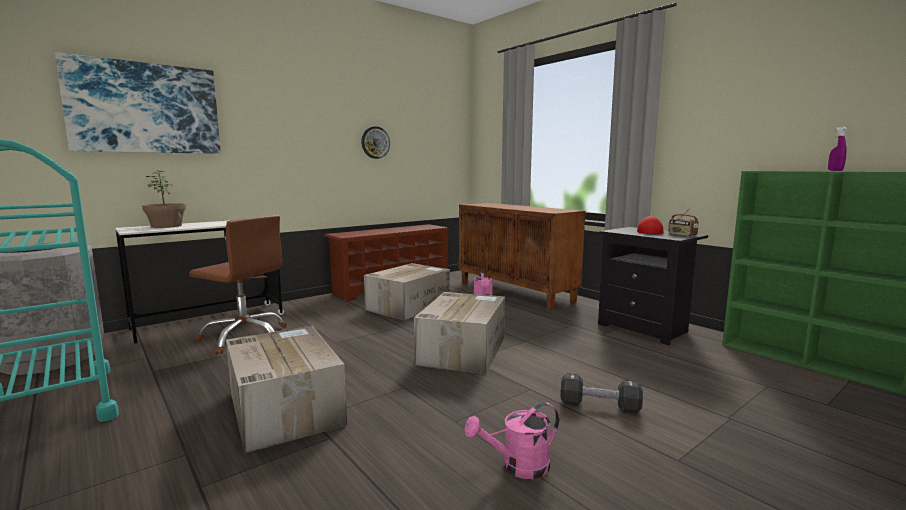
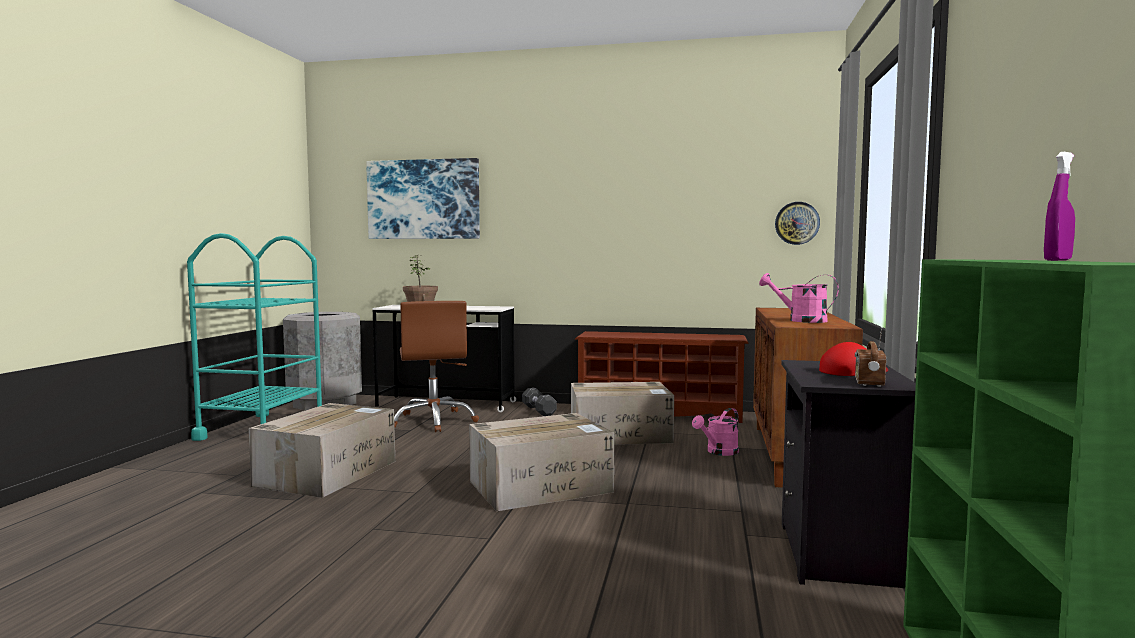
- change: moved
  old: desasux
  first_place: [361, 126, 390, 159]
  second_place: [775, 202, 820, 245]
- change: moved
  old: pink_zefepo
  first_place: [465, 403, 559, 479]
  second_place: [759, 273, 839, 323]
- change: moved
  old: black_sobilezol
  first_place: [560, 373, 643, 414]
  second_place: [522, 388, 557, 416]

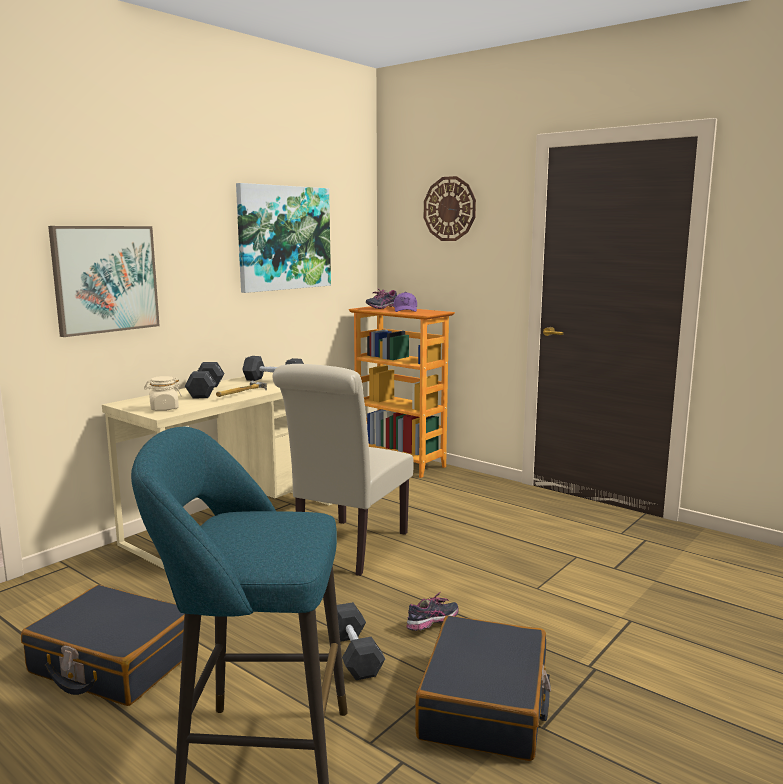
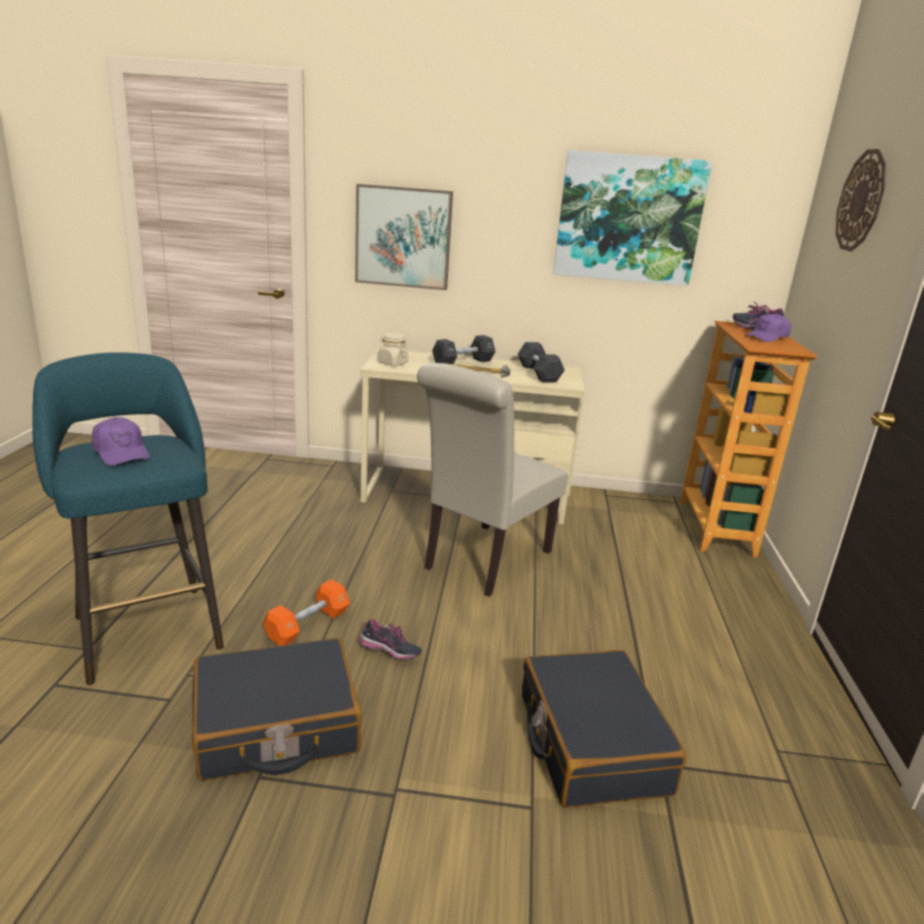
- change: added
  new: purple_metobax
  second_place: [92, 417, 150, 466]
- change: moved
  old: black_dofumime
  first_place: [21, 585, 185, 706]
  second_place: [522, 650, 687, 808]
- change: recoloured
  old: black_sobilezol
  new: orange_sobilezol
  first_place: [337, 602, 385, 680]
  second_place: [263, 579, 350, 646]
- change: turned
  old: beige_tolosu
  first_place: [273, 364, 414, 576]
  second_place: [417, 363, 568, 597]
  degrees: -45

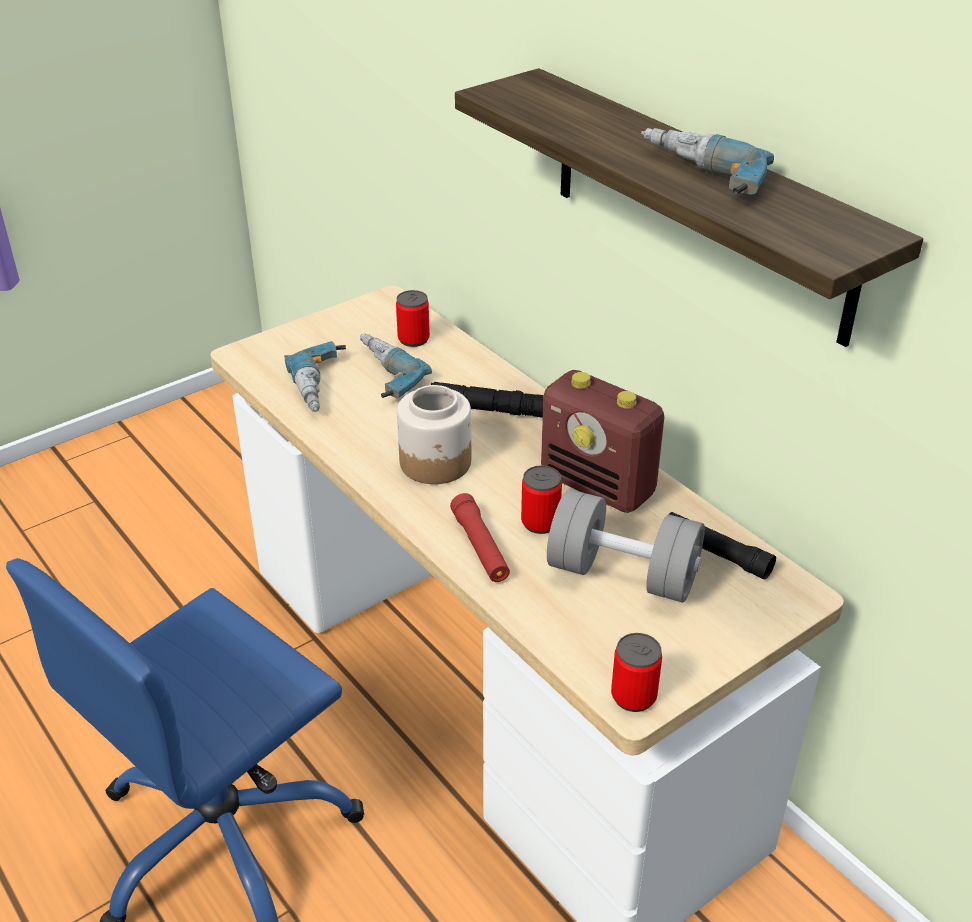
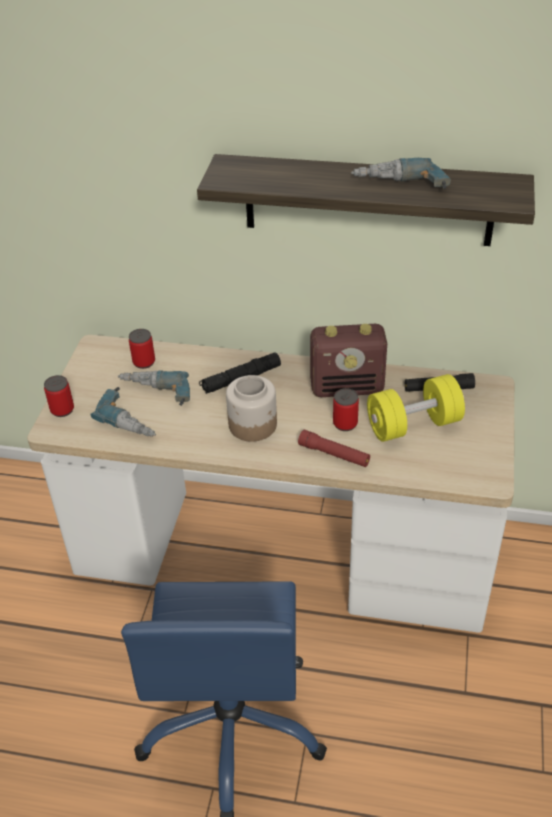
- change: moved
  old: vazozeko
  first_place: [611, 633, 662, 712]
  second_place: [44, 375, 74, 417]
- change: recoloured
  old: grey_sobilezol
  new: yellow_sobilezol
  first_place: [547, 489, 705, 603]
  second_place: [367, 374, 465, 442]

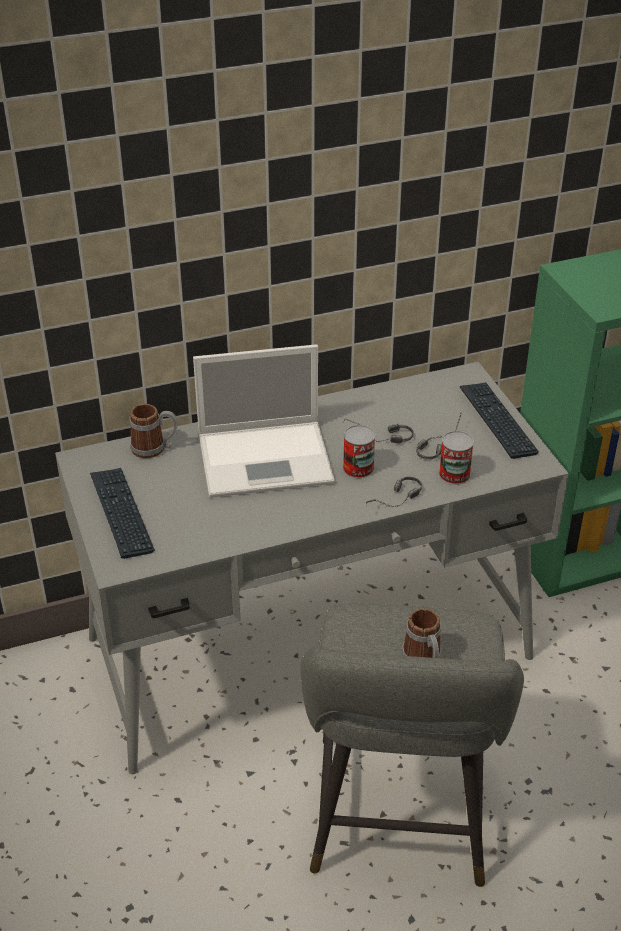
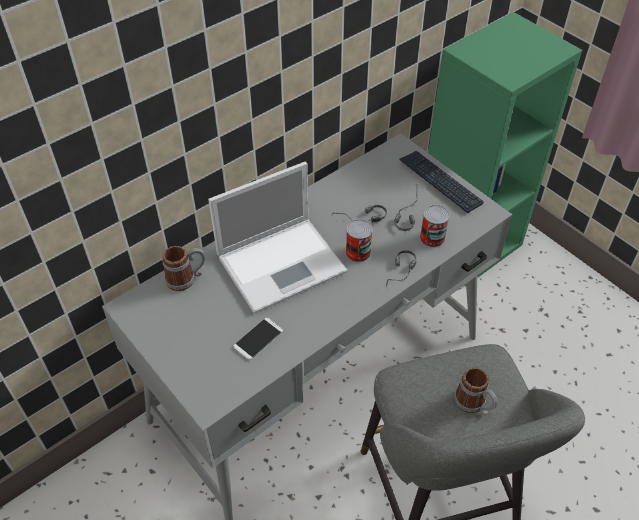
- change: removed
  old: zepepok
  first_place: [90, 468, 155, 559]
- change: added
  new: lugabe
  second_place: [233, 318, 283, 360]

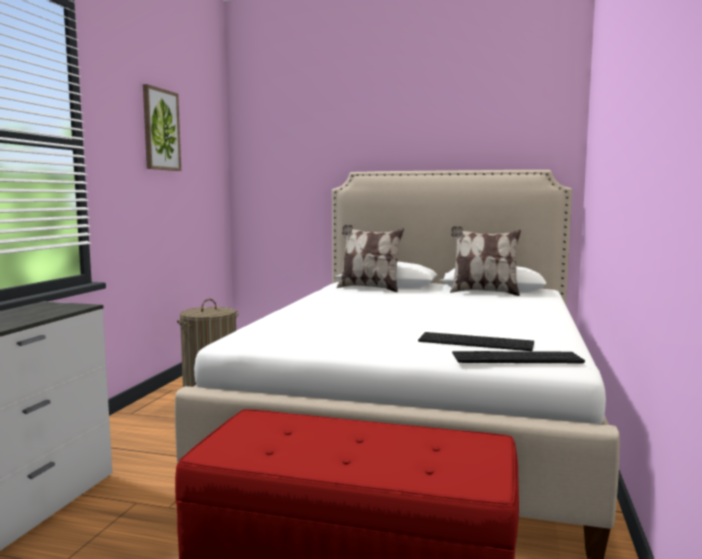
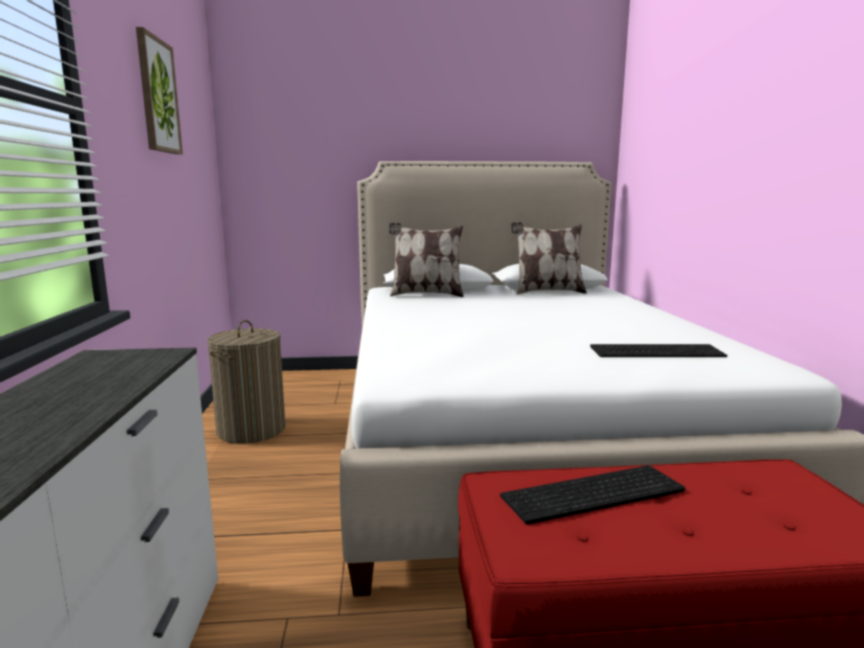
- change: moved
  old: zepepok
  first_place: [452, 351, 585, 363]
  second_place: [500, 465, 685, 525]

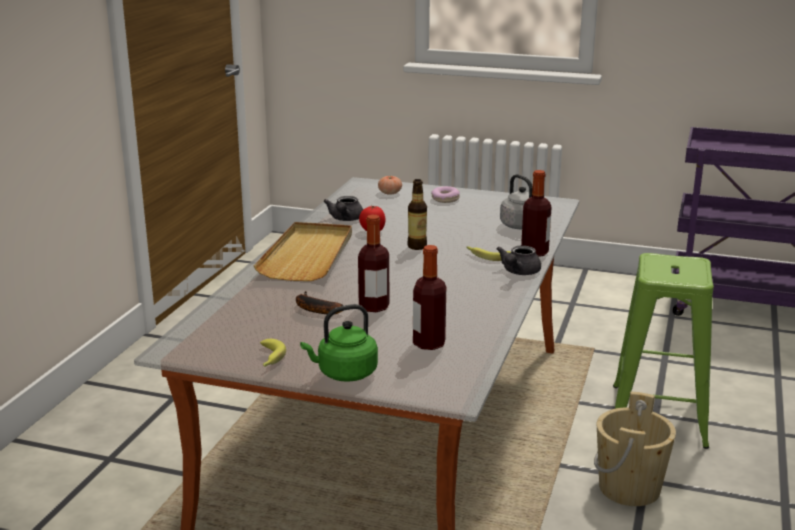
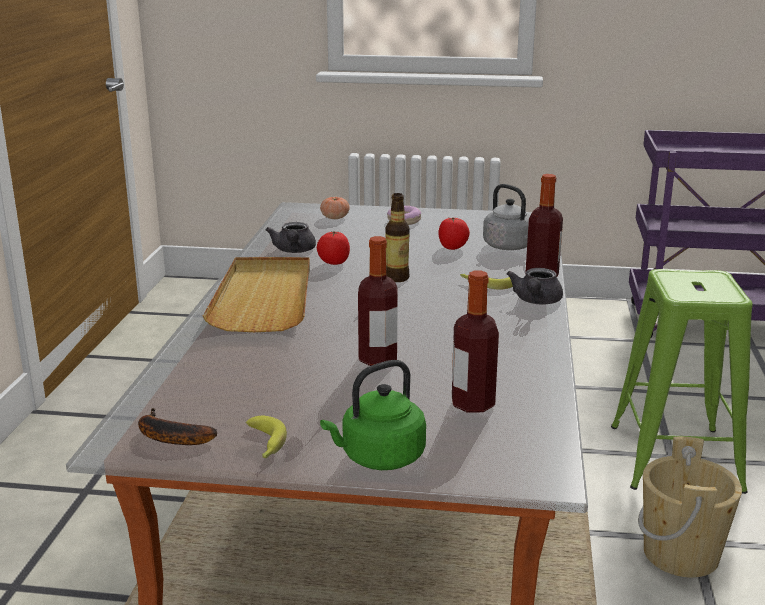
- change: added
  new: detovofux
  second_place: [438, 217, 470, 250]
- change: moved
  old: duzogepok
  first_place: [296, 291, 344, 314]
  second_place: [138, 408, 217, 445]

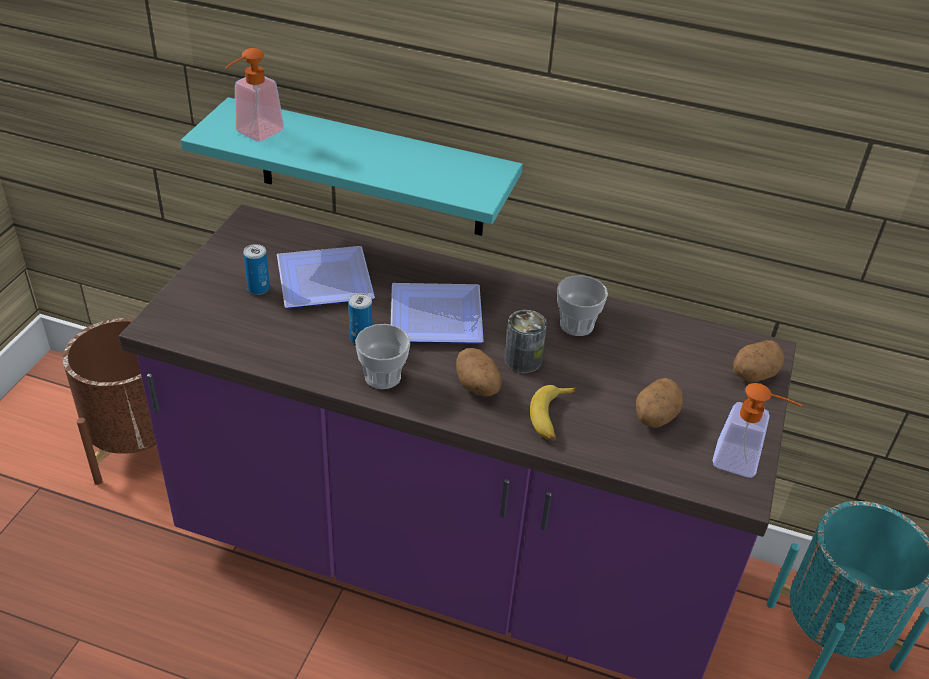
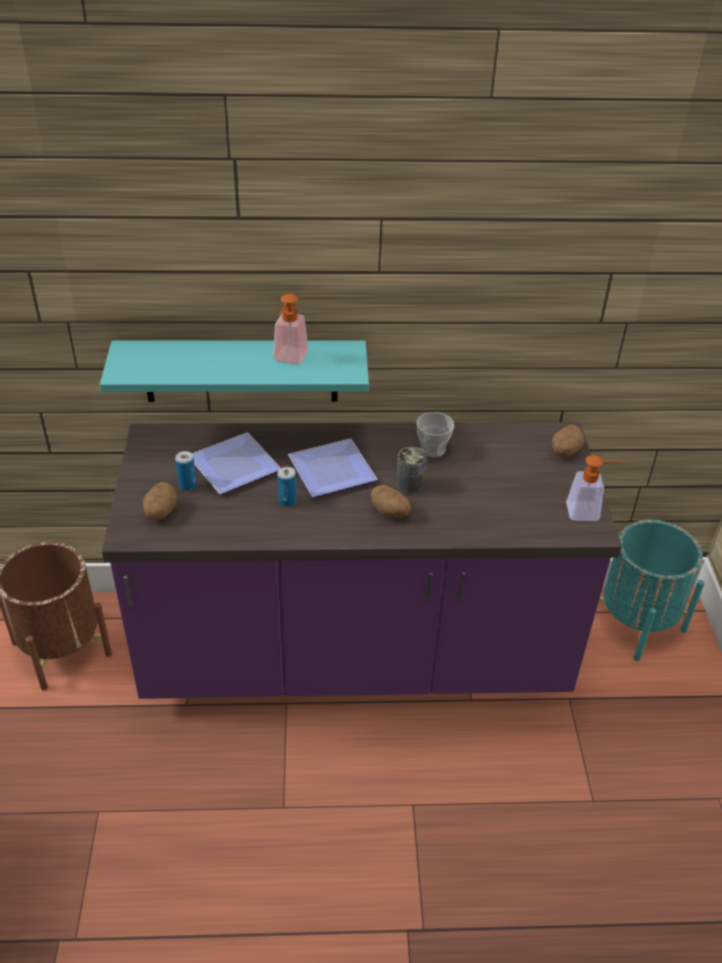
- change: removed
  old: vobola
  first_place: [355, 324, 410, 389]
- change: removed
  old: duzogepok
  first_place: [530, 385, 575, 441]
- change: moved
  old: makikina
  first_place: [225, 48, 284, 142]
  second_place: [273, 294, 308, 365]
- change: moved
  old: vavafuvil
  first_place: [636, 378, 683, 428]
  second_place: [143, 482, 177, 520]

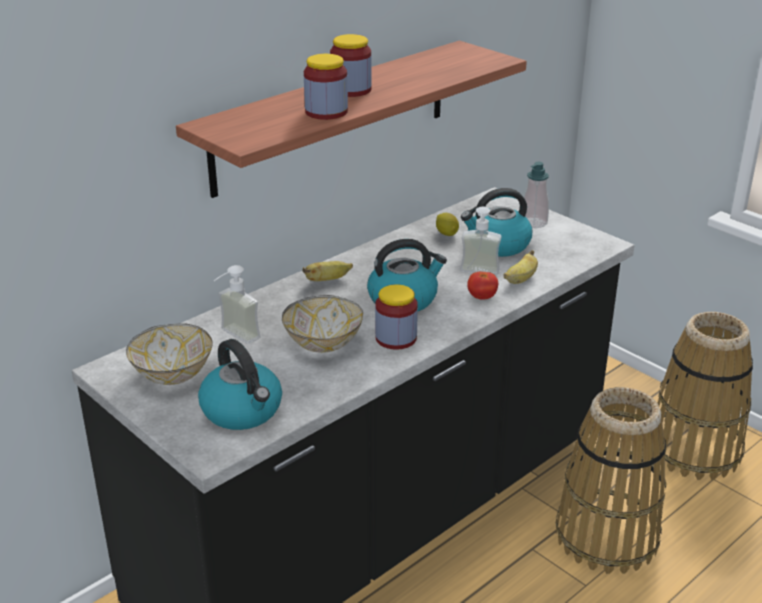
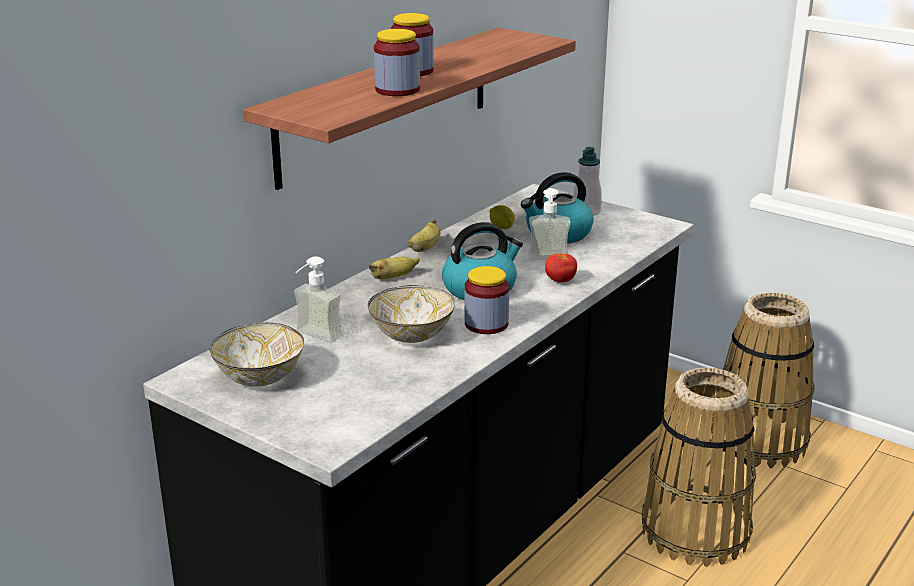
- change: removed
  old: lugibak
  first_place: [198, 339, 282, 430]
- change: moved
  old: duzogepok
  first_place: [504, 250, 538, 284]
  second_place: [407, 219, 441, 252]

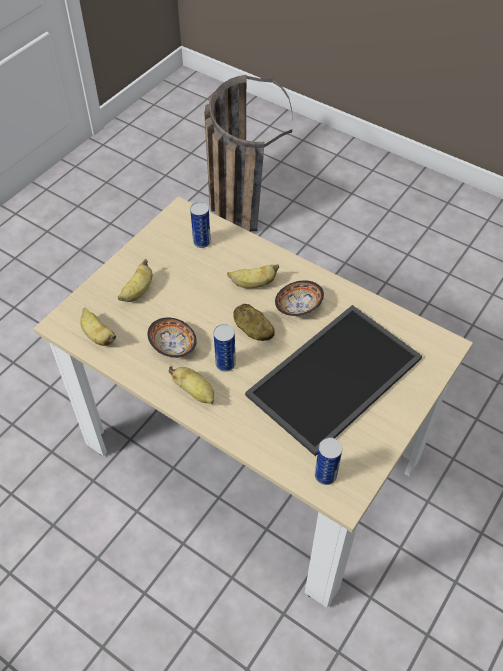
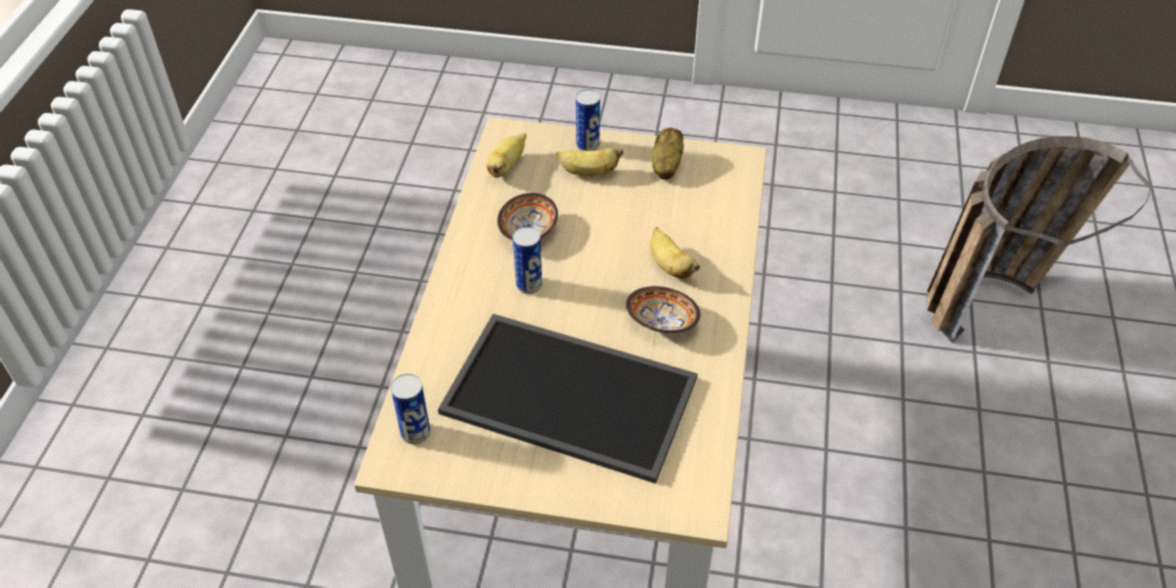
- change: removed
  old: duzogepok
  first_place: [169, 366, 214, 404]
- change: moved
  old: vazozeko
  first_place: [190, 202, 211, 248]
  second_place: [576, 90, 600, 151]
- change: moved
  old: vavafuvil
  first_place: [233, 304, 275, 341]
  second_place: [652, 128, 684, 180]

